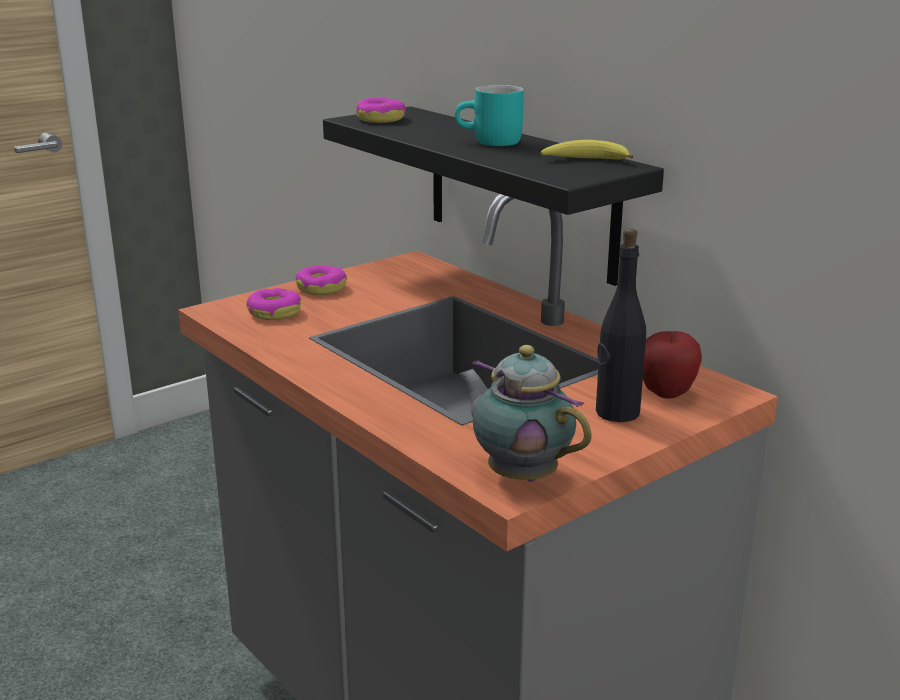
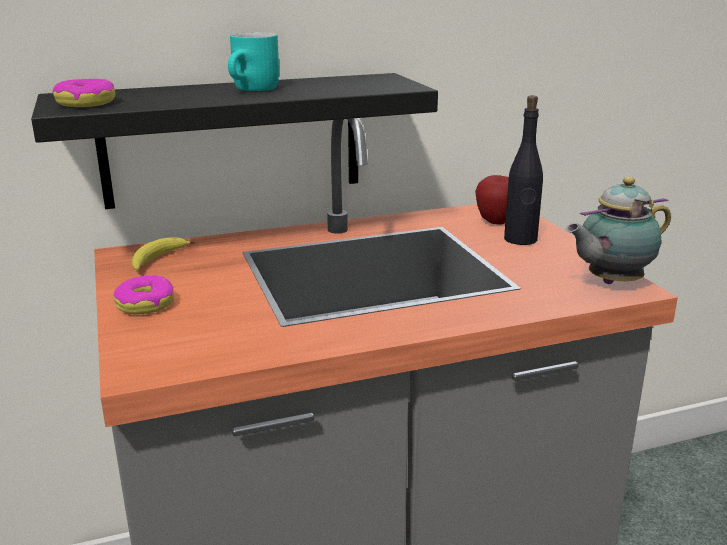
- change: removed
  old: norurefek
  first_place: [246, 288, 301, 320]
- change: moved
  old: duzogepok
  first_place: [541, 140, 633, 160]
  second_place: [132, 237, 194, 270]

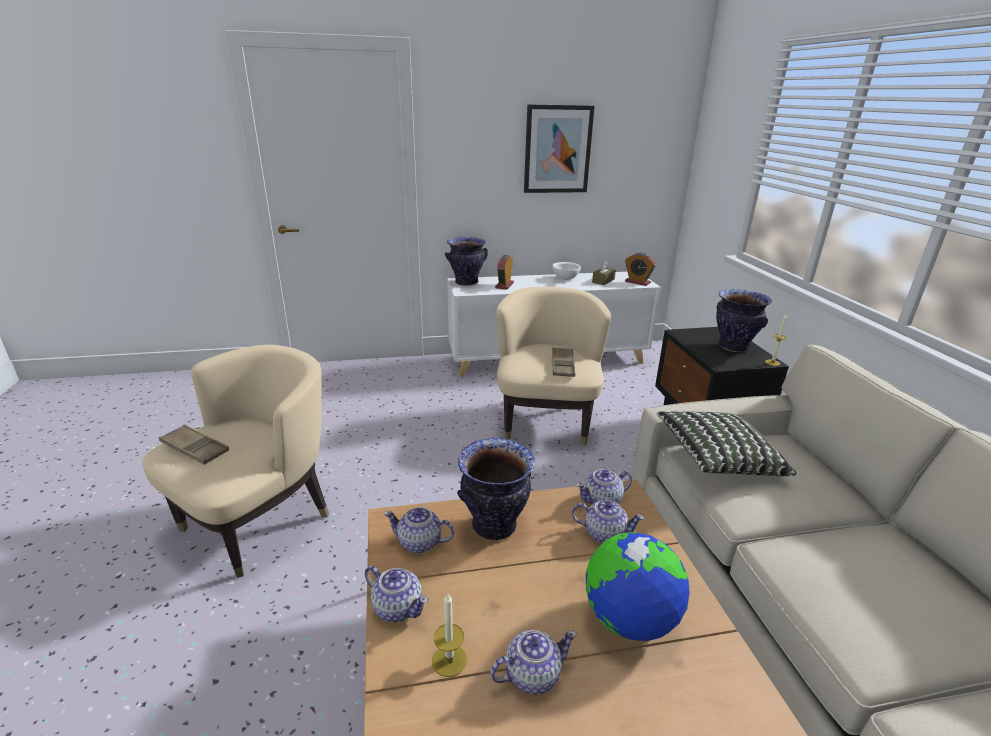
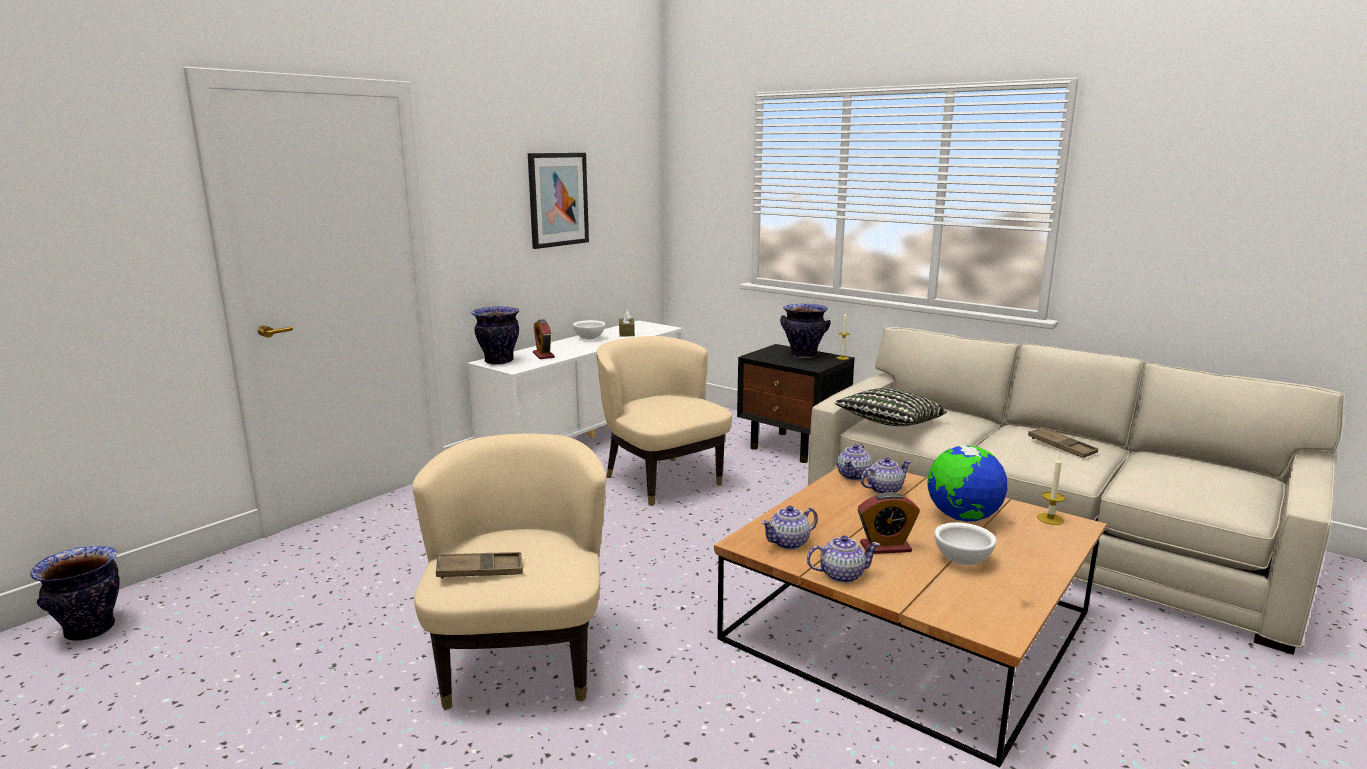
- change: moved
  old: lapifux
  first_place: [432, 594, 467, 677]
  second_place: [1037, 456, 1065, 525]
- change: moved
  old: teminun
  first_place: [457, 438, 535, 540]
  second_place: [30, 546, 120, 641]
- change: moved
  old: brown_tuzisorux
  first_place: [552, 347, 575, 377]
  second_place: [1028, 427, 1098, 458]
- change: moved
  old: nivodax
  first_place: [625, 253, 656, 286]
  second_place: [858, 492, 920, 554]
- change: replaced
  old: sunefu
  new: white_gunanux
  first_place: [490, 630, 577, 695]
  second_place: [935, 522, 996, 565]

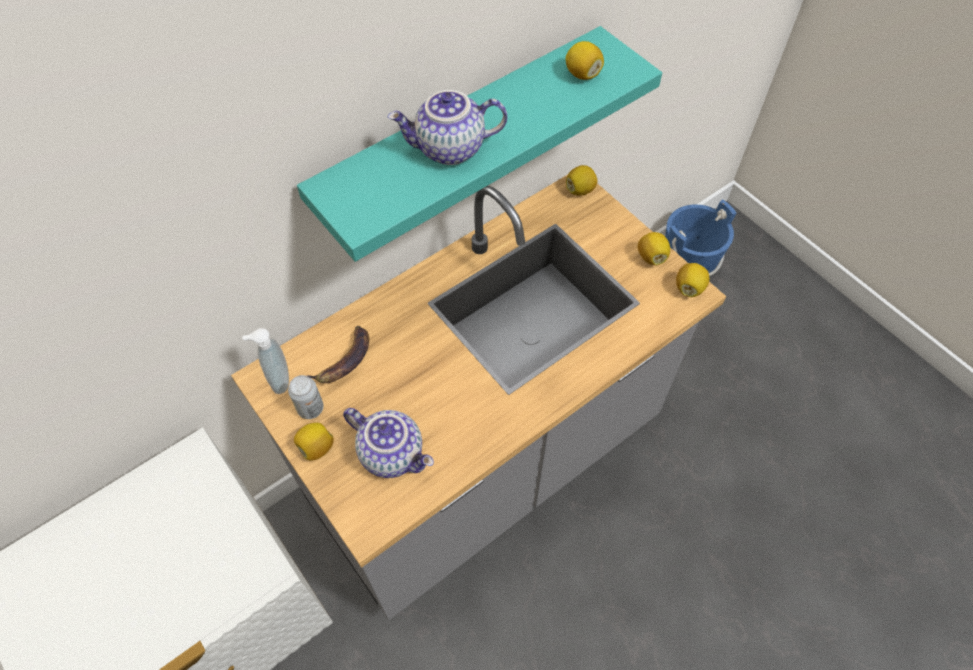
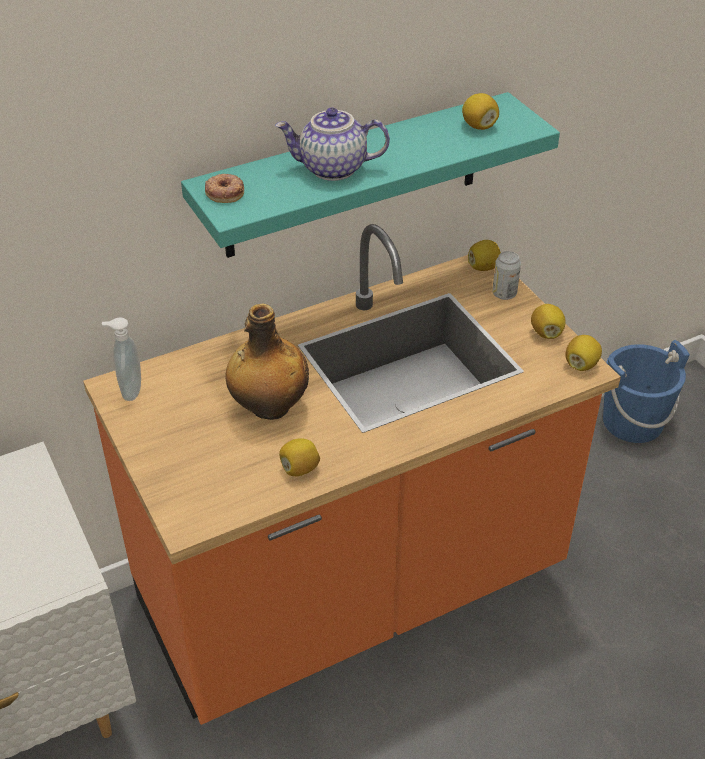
- change: removed
  old: duzogepok
  first_place: [307, 326, 369, 383]
- change: removed
  old: sunefu
  first_place: [343, 408, 434, 478]
- change: added
  new: norurefek
  second_place: [205, 174, 244, 203]
- change: added
  new: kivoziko
  second_place: [225, 303, 309, 420]
- change: moved
  old: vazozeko
  first_place: [288, 375, 324, 419]
  second_place: [492, 251, 521, 300]
- change: moved
  old: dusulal
  first_place: [294, 423, 334, 461]
  second_place: [279, 438, 320, 476]
- change: recoloured
  old: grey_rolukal
  new: orange_rolukal
  first_place: [231, 175, 726, 620]
  second_place: [83, 224, 621, 725]

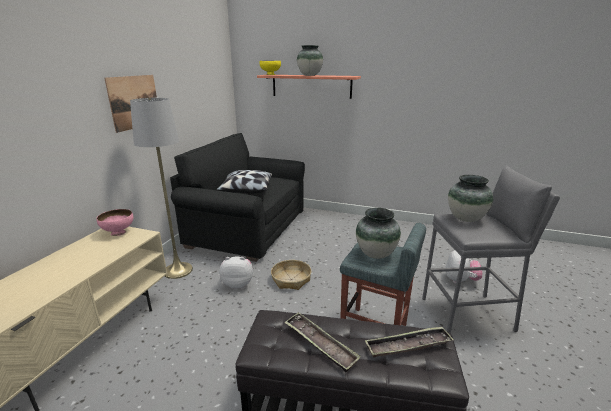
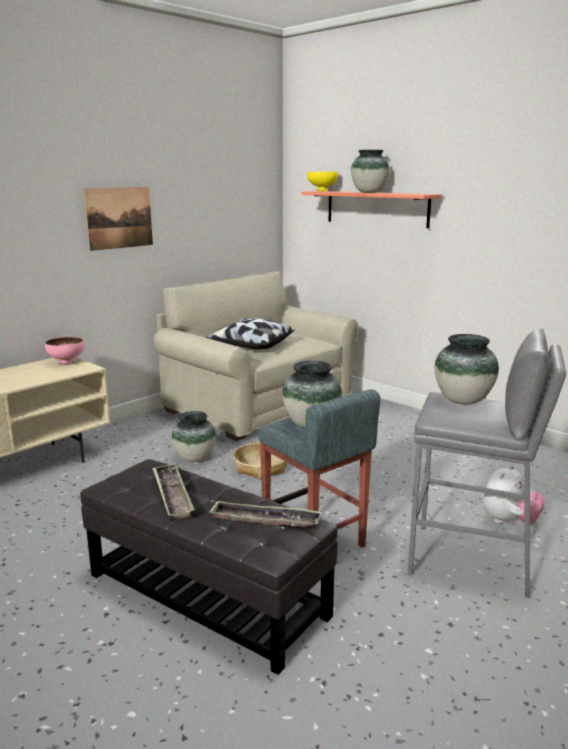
- change: removed
  old: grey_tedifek
  first_place: [130, 98, 193, 279]
- change: replaced
  old: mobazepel
  new: teminun
  first_place: [219, 257, 253, 289]
  second_place: [172, 411, 216, 462]
- change: recoloured
  old: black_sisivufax
  new: beige_sisivufax
  first_place: [170, 133, 305, 262]
  second_place: [153, 271, 359, 441]

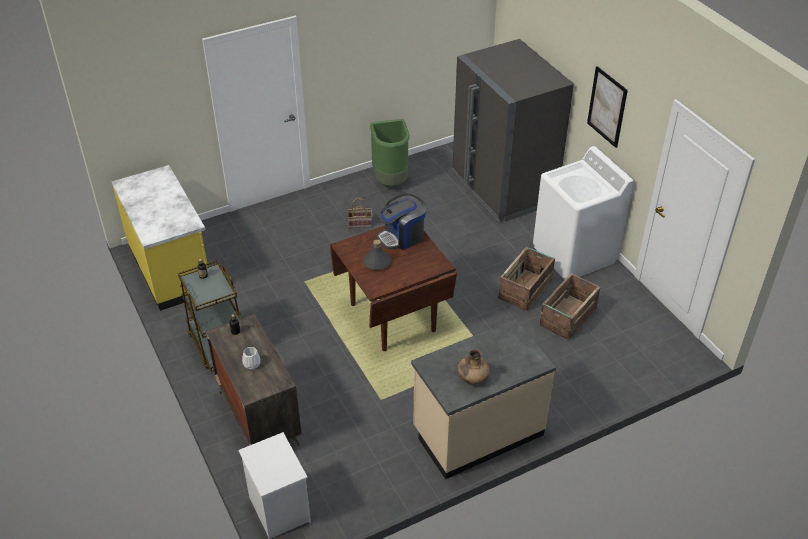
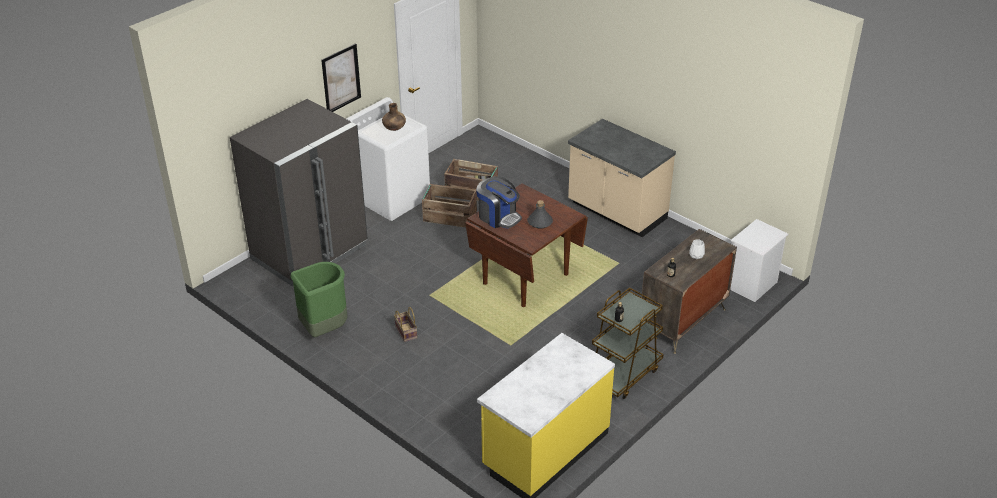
- change: moved
  old: brown_teminun
  first_place: [457, 349, 490, 384]
  second_place: [382, 103, 406, 131]

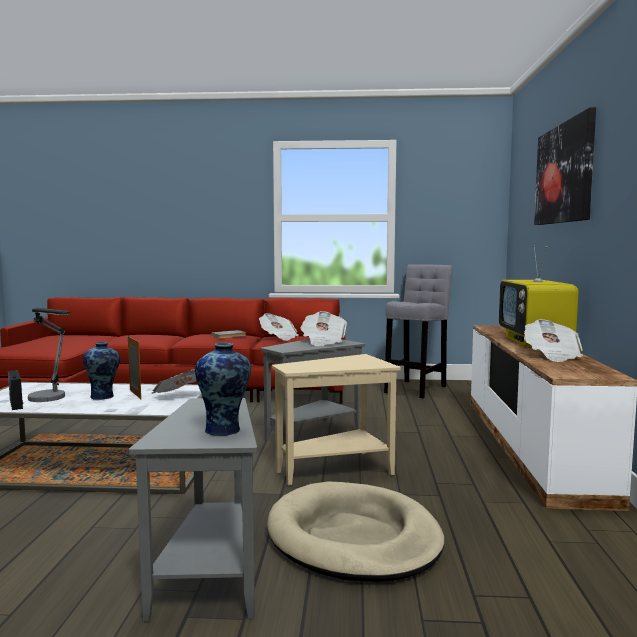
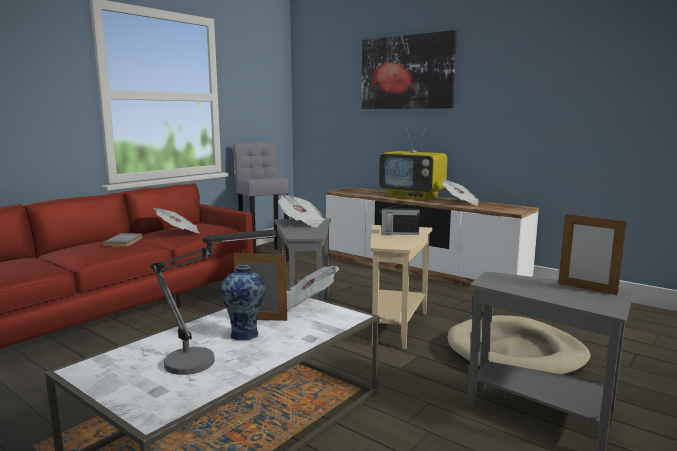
- change: moved
  old: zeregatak
  first_place: [8, 370, 23, 410]
  second_place: [380, 202, 420, 235]
- change: replaced
  old: teminun
  new: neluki
  first_place: [195, 343, 251, 436]
  second_place: [558, 213, 627, 296]

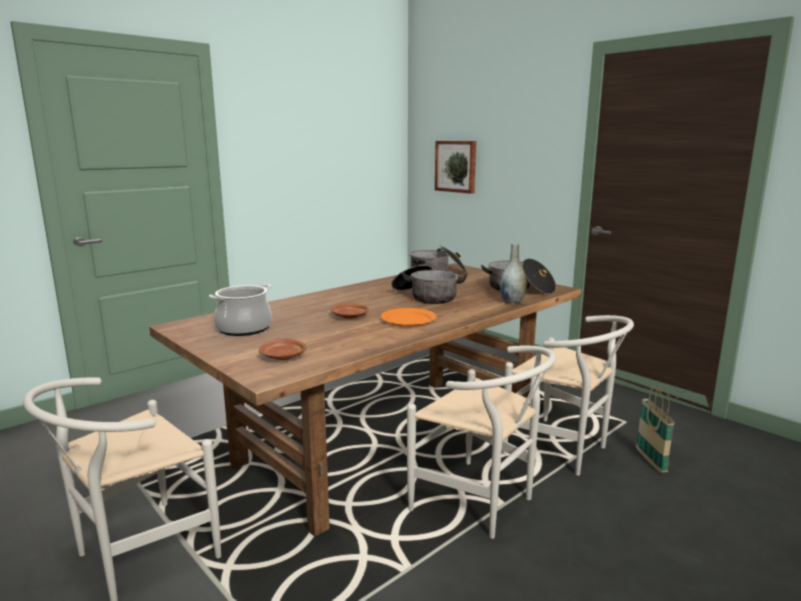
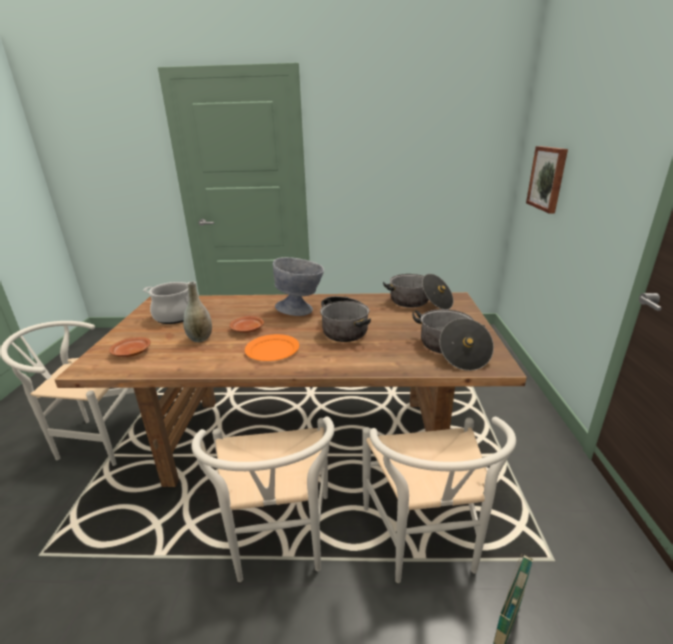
- change: added
  new: grey_gunanux
  second_place: [273, 257, 324, 316]
- change: moved
  old: grey_teminun
  first_place: [500, 243, 527, 304]
  second_place: [183, 281, 212, 342]

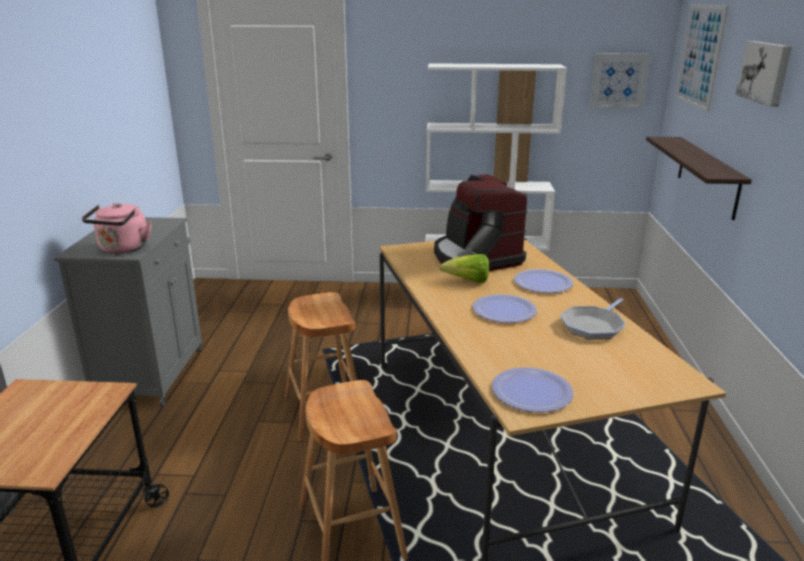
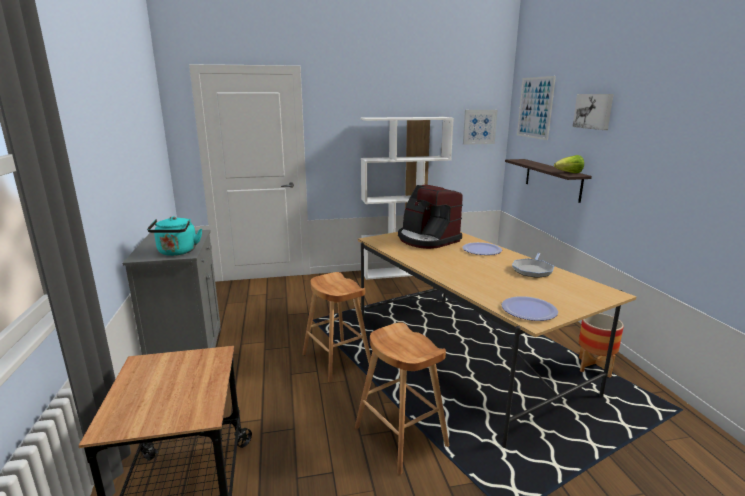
- change: removed
  old: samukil
  first_place: [472, 294, 537, 323]
- change: added
  new: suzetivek
  second_place: [579, 313, 624, 378]
- change: moved
  old: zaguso
  first_place: [440, 254, 489, 283]
  second_place: [554, 155, 584, 173]
- change: recoloured
  old: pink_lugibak
  new: turquoise_lugibak
  first_place: [82, 203, 151, 254]
  second_place: [147, 216, 202, 256]

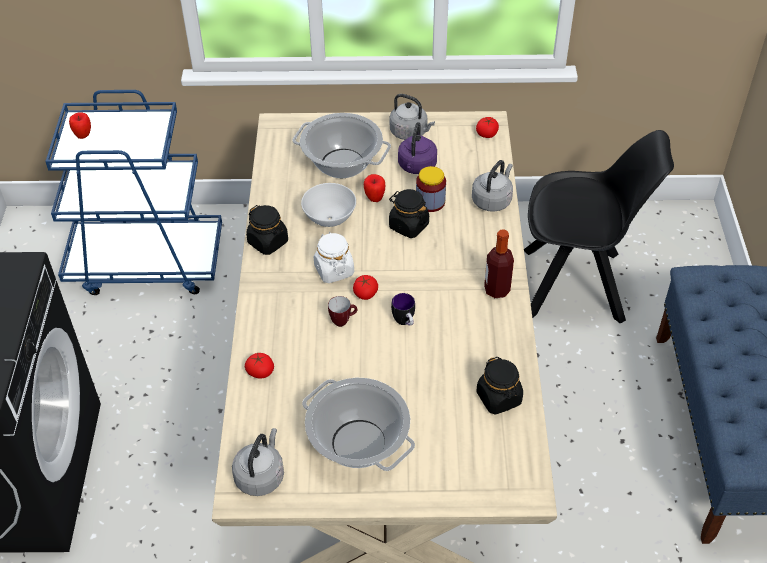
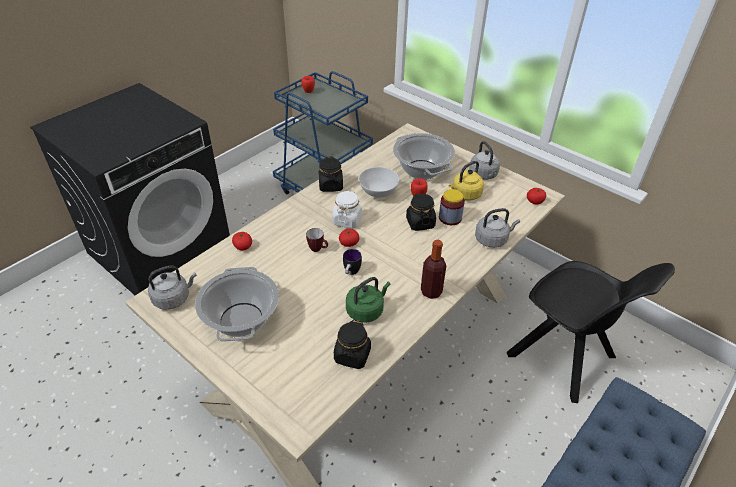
- change: added
  new: green_lugibak
  second_place: [346, 277, 391, 323]
- change: recoloured
  old: purple_lugibak
  new: yellow_lugibak
  first_place: [398, 122, 437, 174]
  second_place: [449, 161, 484, 200]

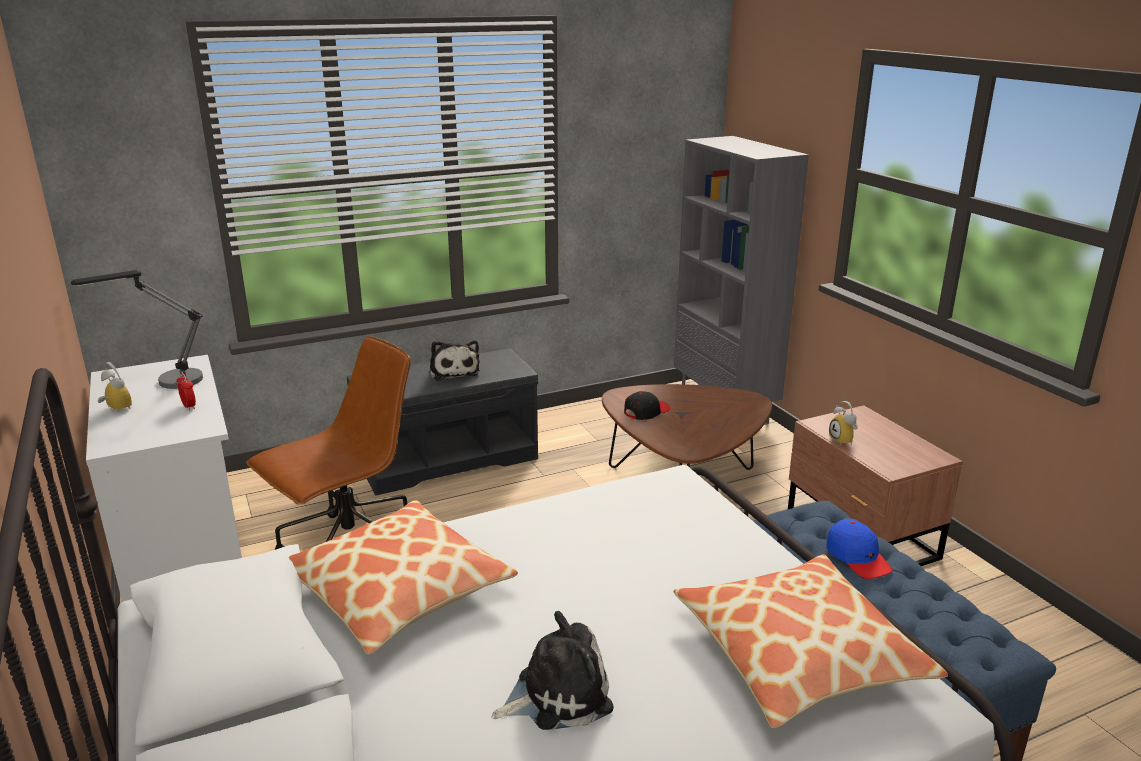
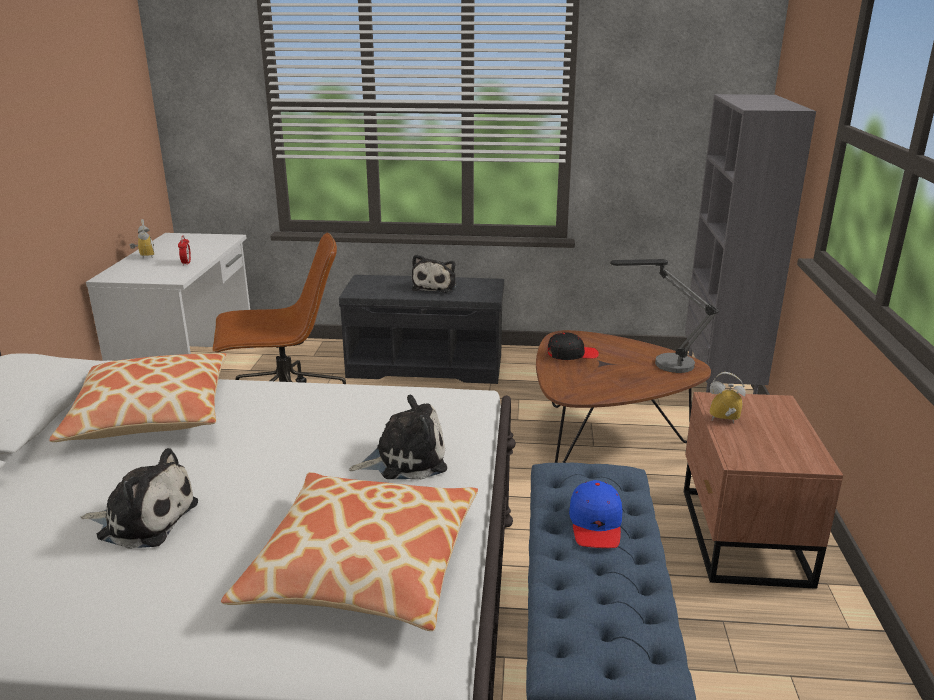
- change: added
  new: mobazepel
  second_place: [349, 395, 447, 480]
- change: moved
  old: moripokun
  first_place: [71, 270, 203, 389]
  second_place: [610, 259, 719, 373]
- change: turned
  old: nivodax
  first_place: [829, 401, 858, 446]
  second_place: [709, 372, 746, 423]
  degrees: 90

